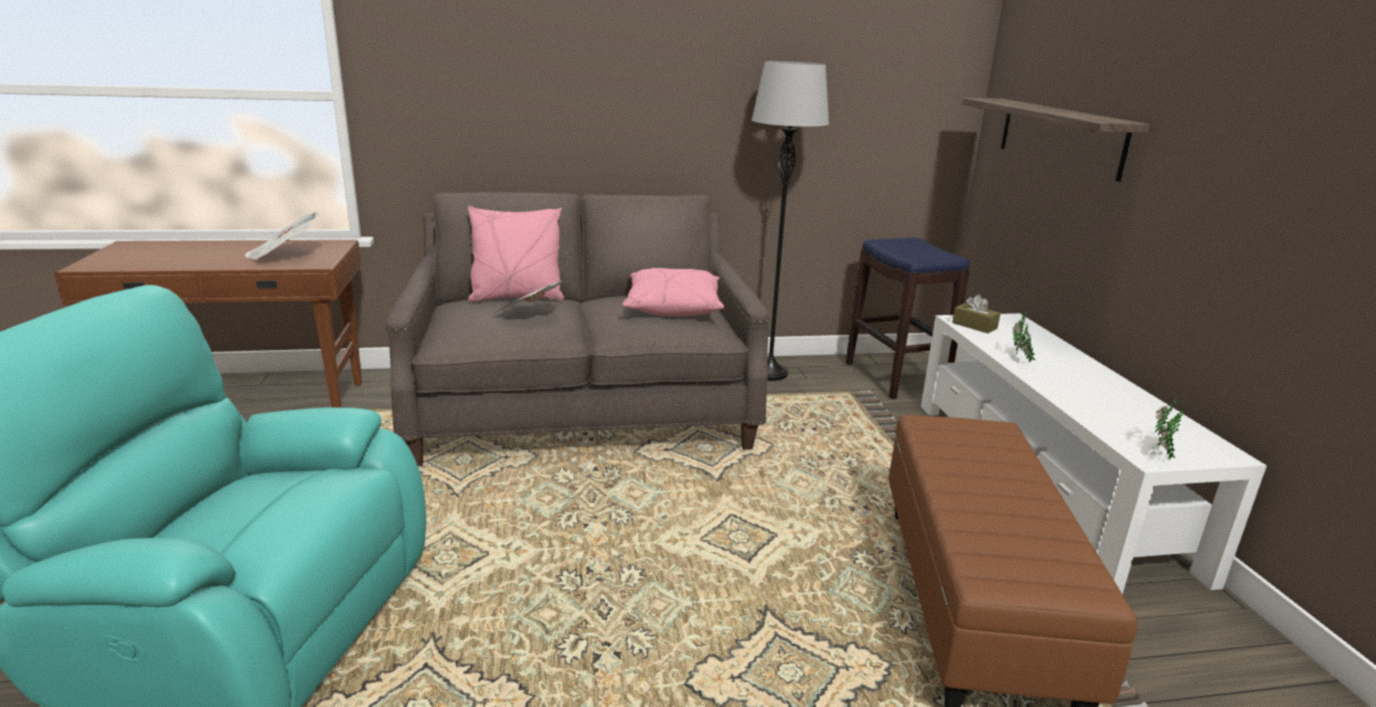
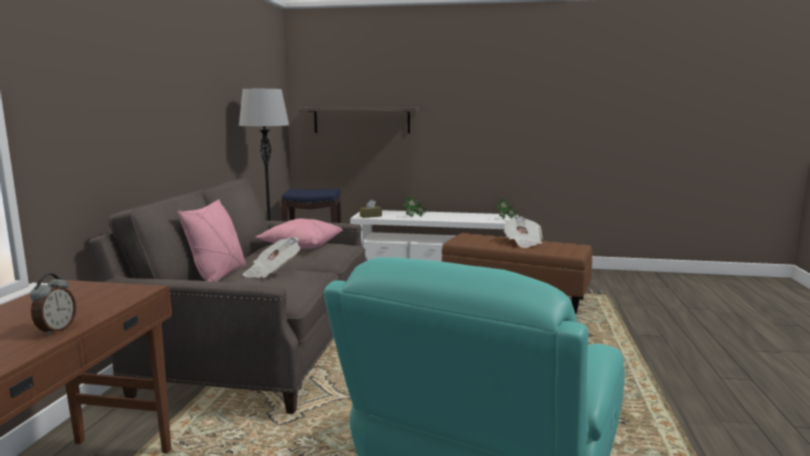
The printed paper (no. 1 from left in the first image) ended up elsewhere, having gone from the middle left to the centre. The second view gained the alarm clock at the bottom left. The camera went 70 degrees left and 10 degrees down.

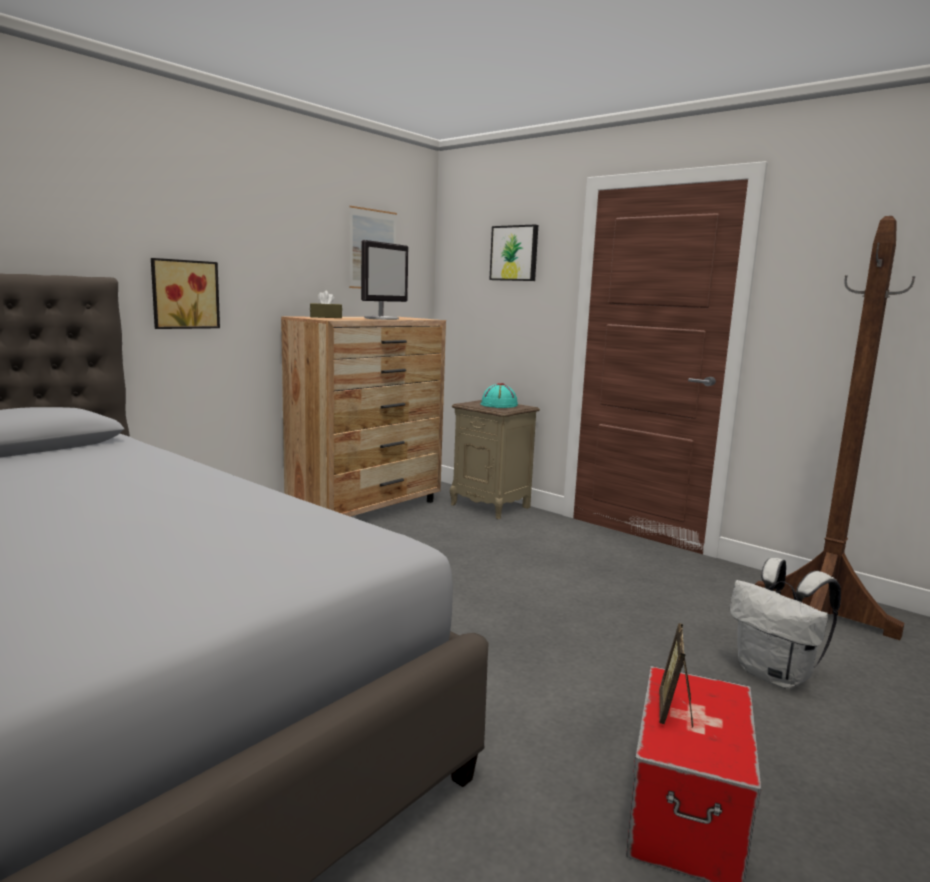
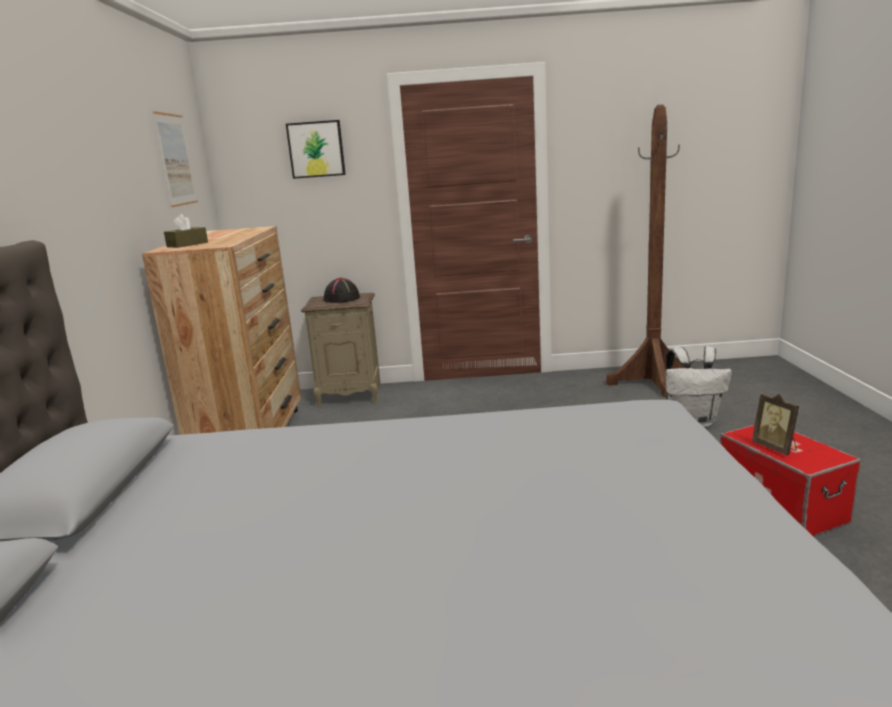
The second view lost the wall art (no. 1 from left) at the top left. The second view lost the monitor at the top centre. What was the hat/blue-green at the centre turned into the hat/black-coloured at the centre. The camera went 40 degrees left and 5 degrees up.

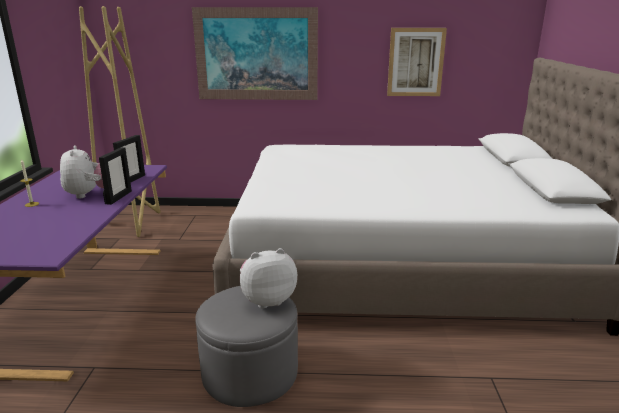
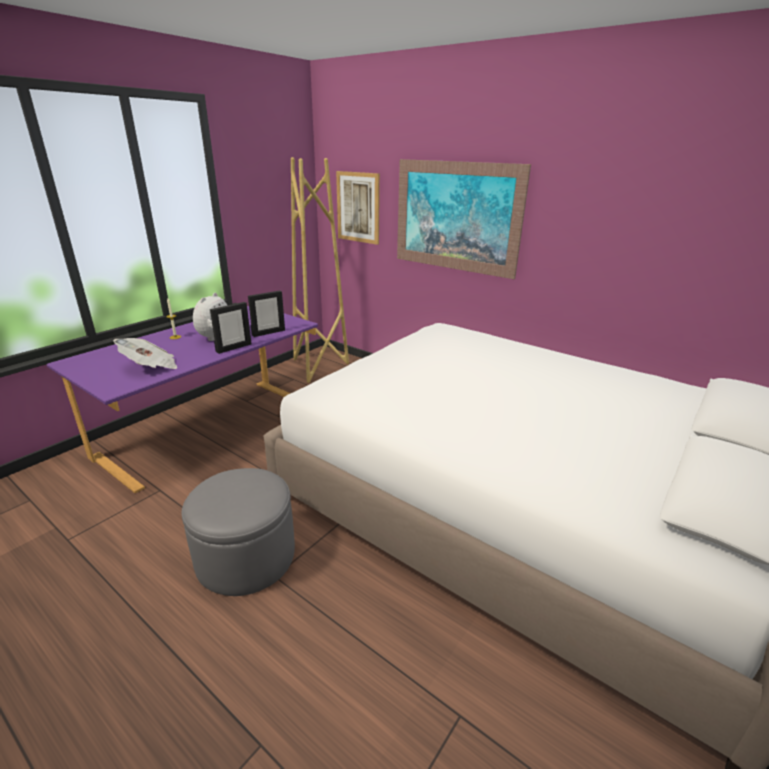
The second view lost the plush toy (no. 2 from left) at the bottom centre. The wall art (no. 2 from left in the first image) ended up elsewhere, having gone from the top right to the top centre. The second view gained the printed paper at the middle left. The camera went 35 degrees right and 5 degrees up.

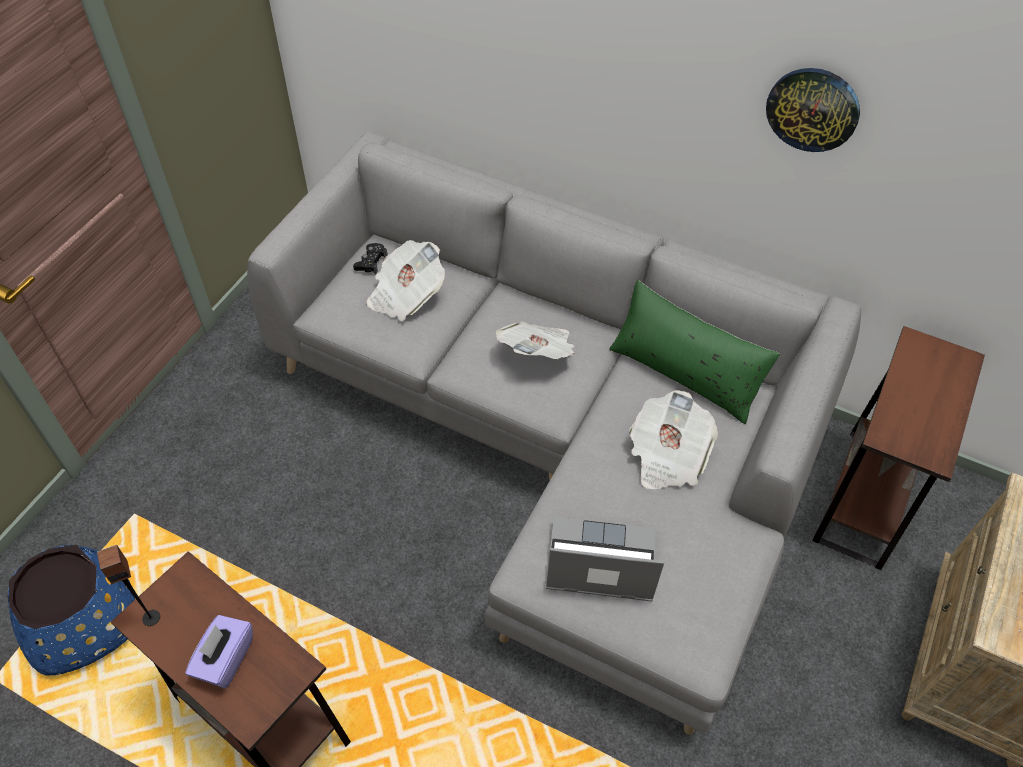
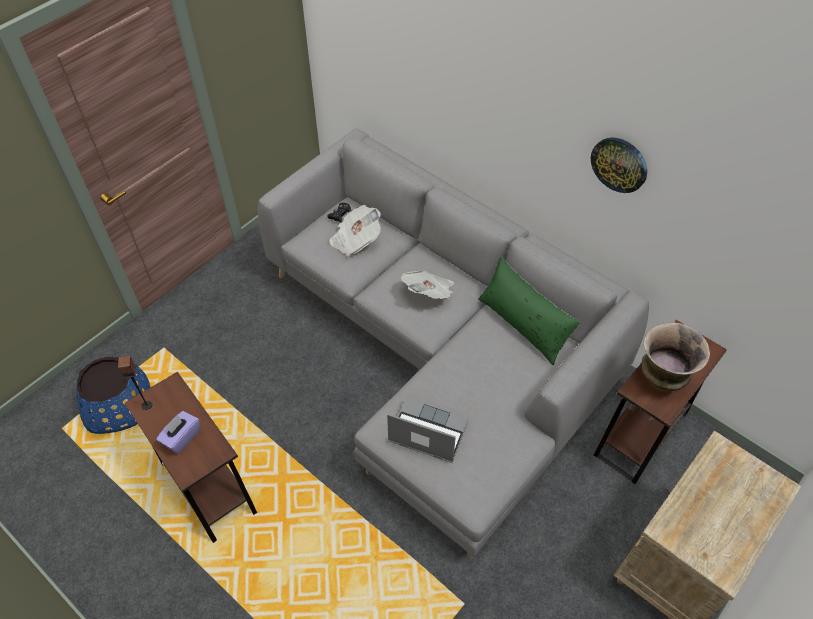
The second view lost the printed paper (no. 3 from left) at the centre. The second view gained the vase at the middle right. The camera went 15 degrees right and 0 degrees up.

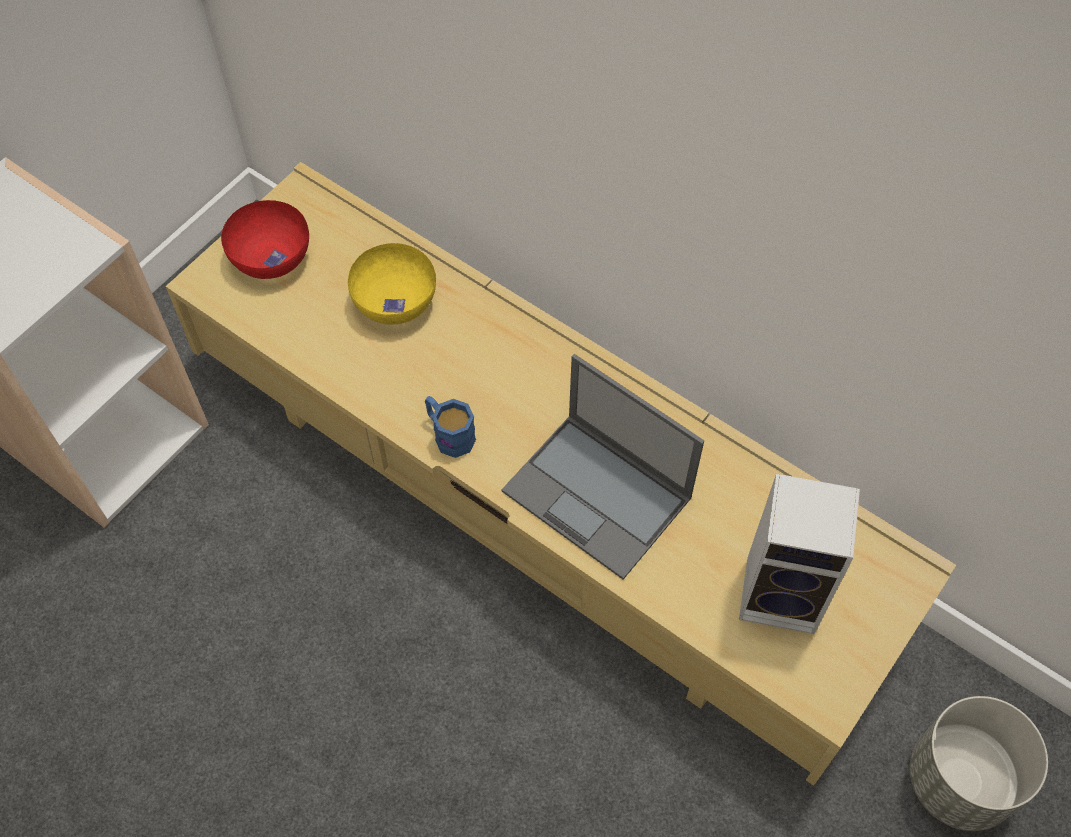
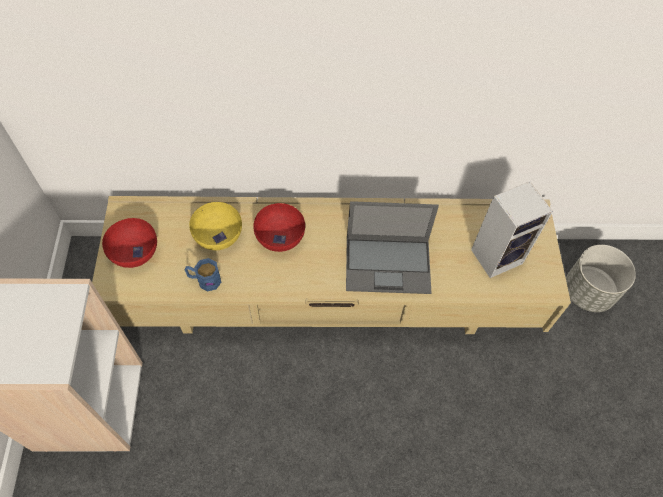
The mug/blue ended up elsewhere, having gone from the centre to the middle left. The second view gained the serving bowl/reddish (no. 2 from left) at the centre. The camera went 40 degrees left and 0 degrees up.

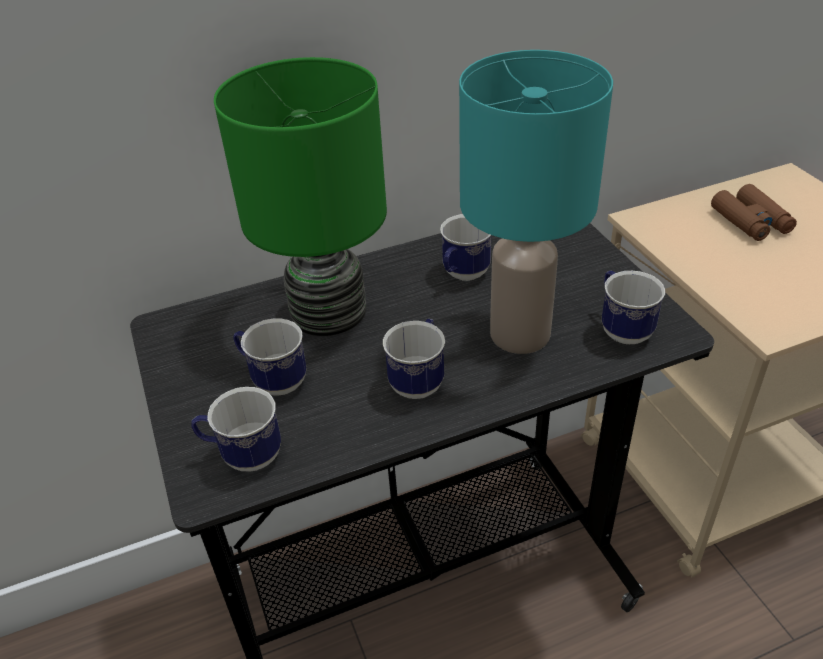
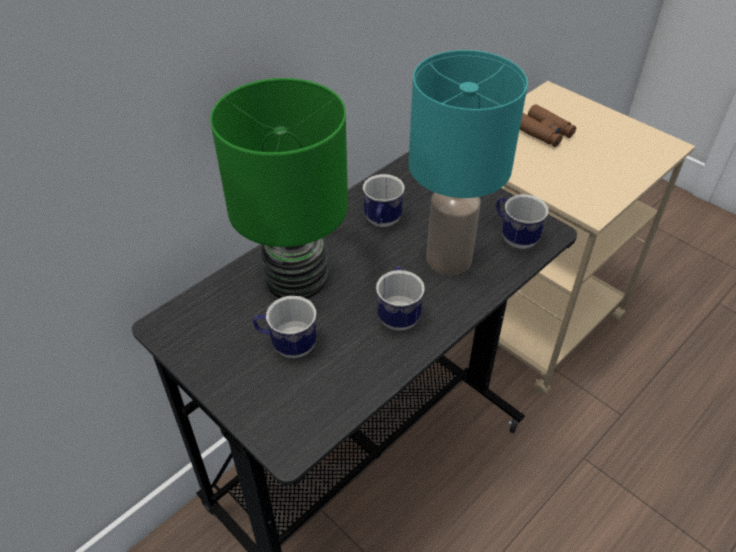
The second view lost the mug (no. 1 from left) at the middle left. The camera went 25 degrees left and 5 degrees up.

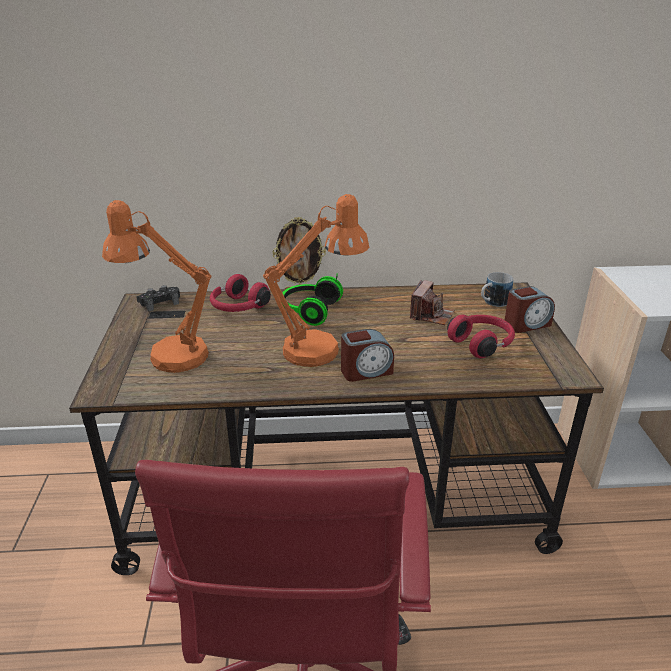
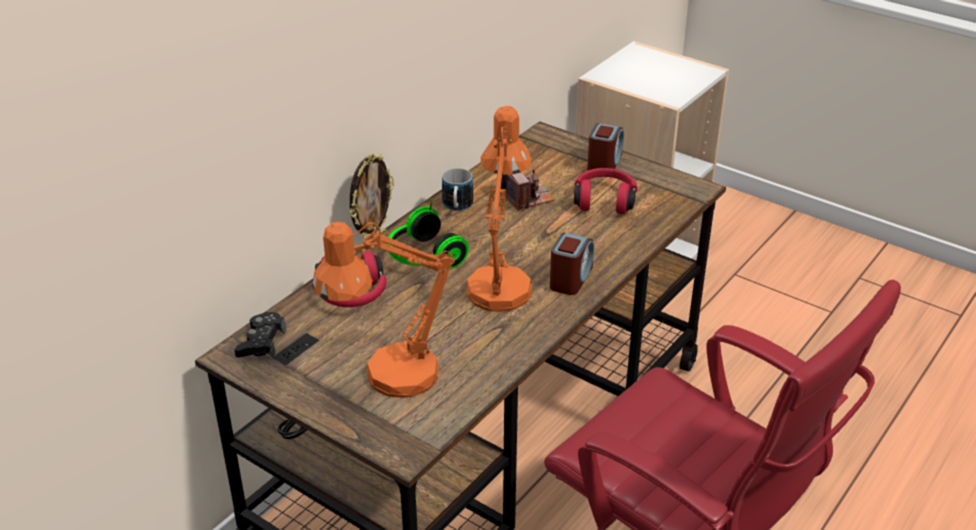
The mug ended up elsewhere, having gone from the middle right to the centre. The camera went 50 degrees left and 5 degrees up.

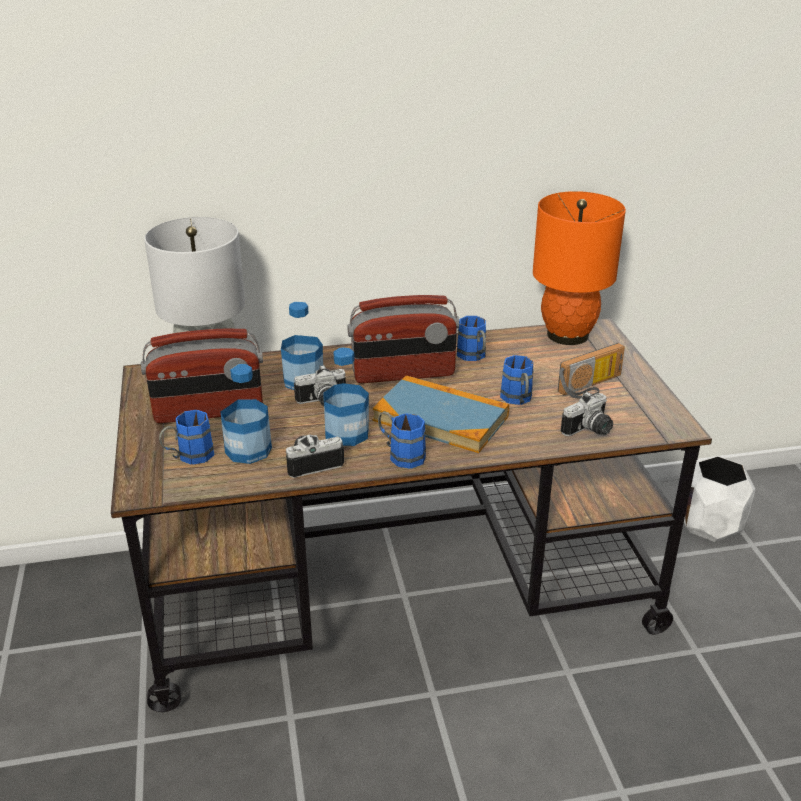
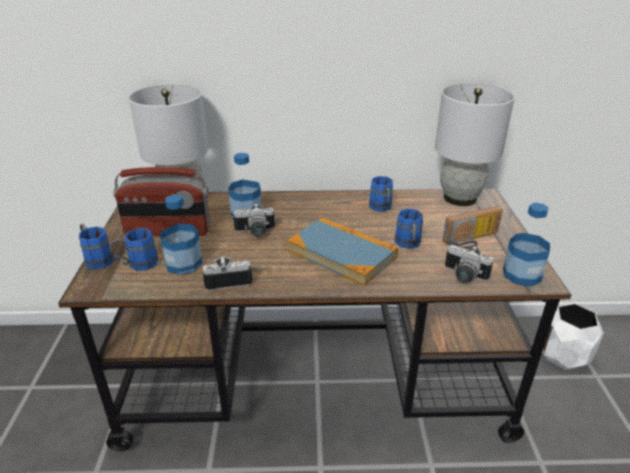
The drink bottle (no. 3 from left) ended up elsewhere, having gone from the centre to the middle right. The second view lost the radio receiver (no. 2 from left) at the centre. The mug/blue (no. 2 from left in the first image) ended up elsewhere, having gone from the centre to the middle left. What was the lamp for a table/orangey at the middle right turned into the lamp for a table/white-coloured (no. 2 from left) at the top right. The still camera (no. 3 from left) at the middle right ended up facing another way, 60 degrees clockwise from before. The camera went 10 degrees right and 0 degrees up.

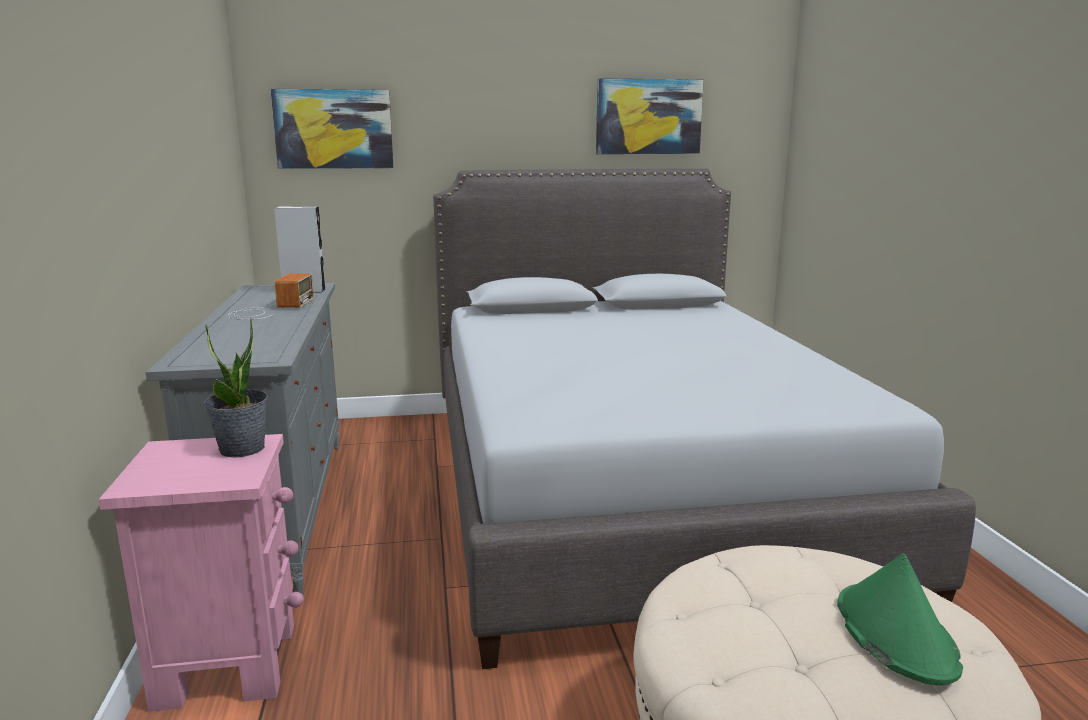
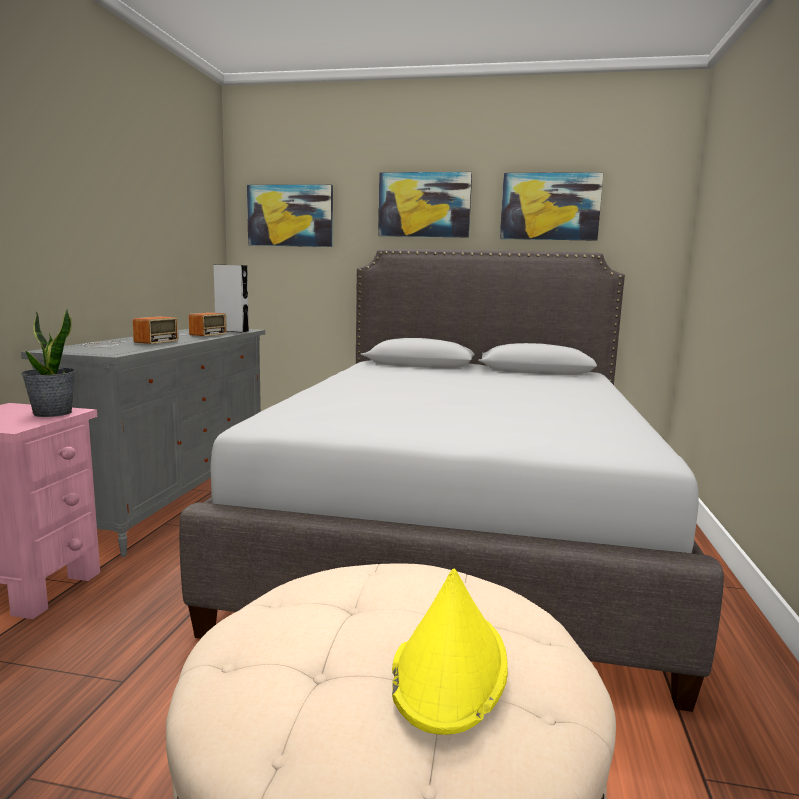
What was the hat/green-coloured at the bottom right turned into the hat/yellowish at the bottom centre. The second view gained the radio receiver (no. 1 from left) at the middle left. The second view gained the wall art (no. 2 from left) at the top centre. The camera went 20 degrees right and 5 degrees down.

